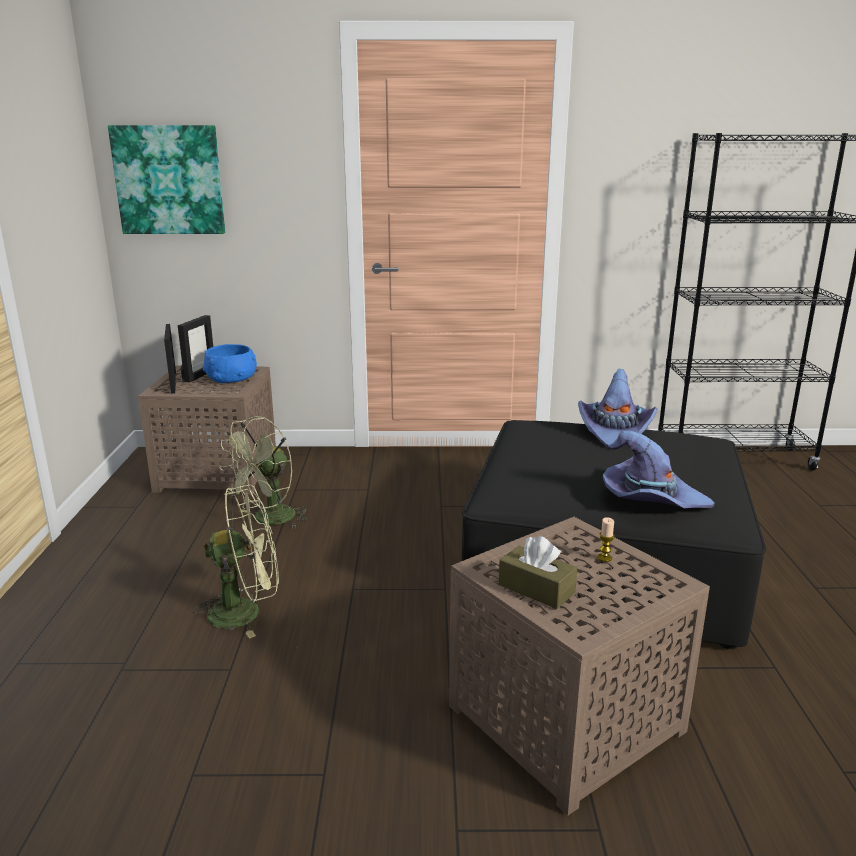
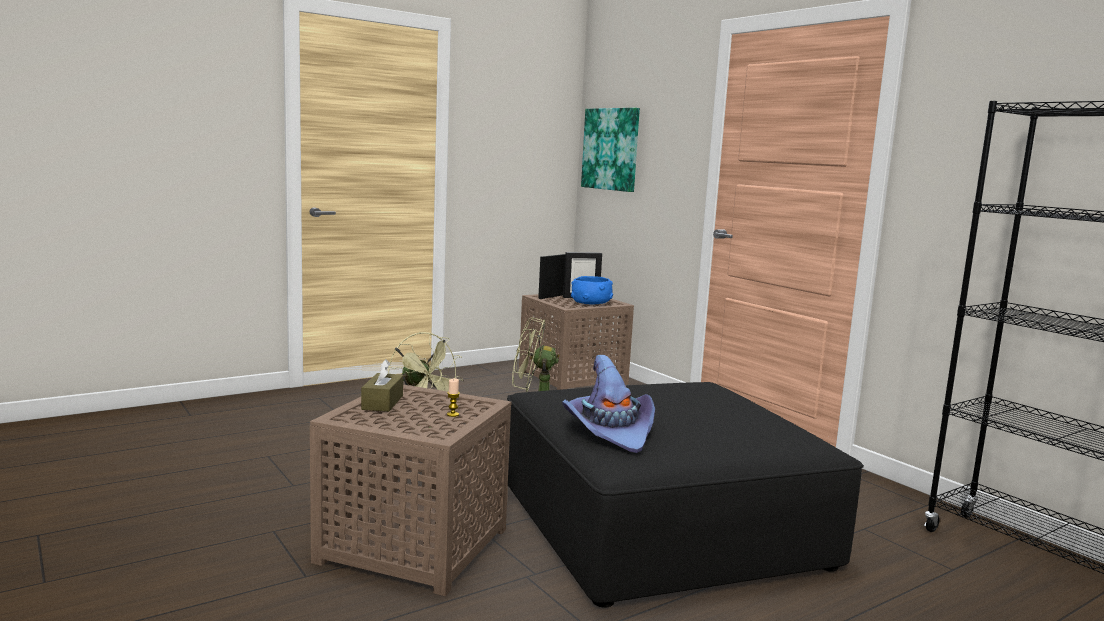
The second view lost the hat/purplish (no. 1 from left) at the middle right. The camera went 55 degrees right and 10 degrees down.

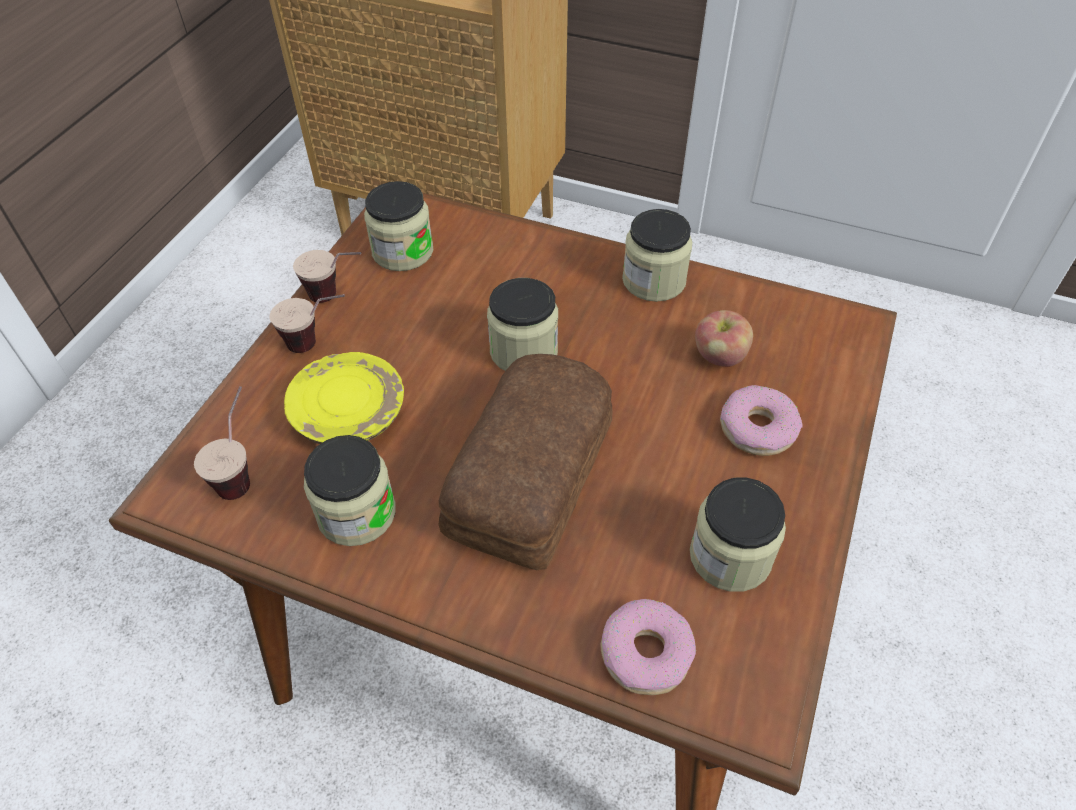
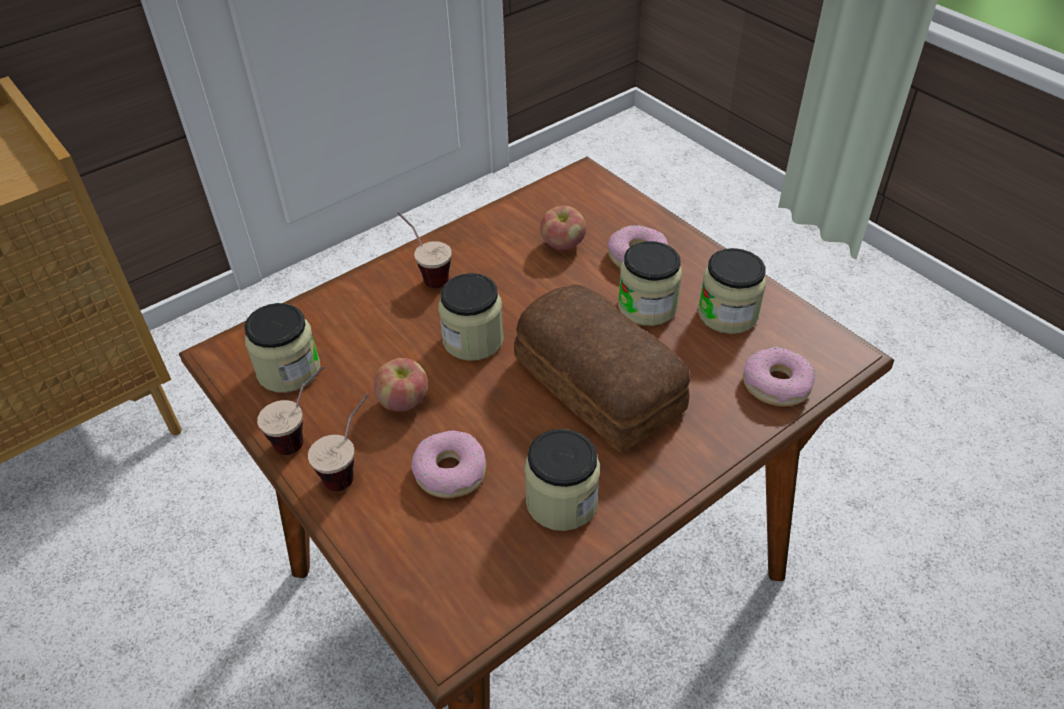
The small cup (no. 1 from left in the first image) ended up elsewhere, having gone from the middle left to the centre. Where the dinner plate/yellowish stood at the middle left, the doughnut (no. 1 from left) came to stand at the centre. The jar (no. 4 from left) ended up elsewhere, having gone from the top centre to the centre. The second view gained the apple fruit (no. 1 from left) at the centre. The camera went 60 degrees left and 5 degrees down.

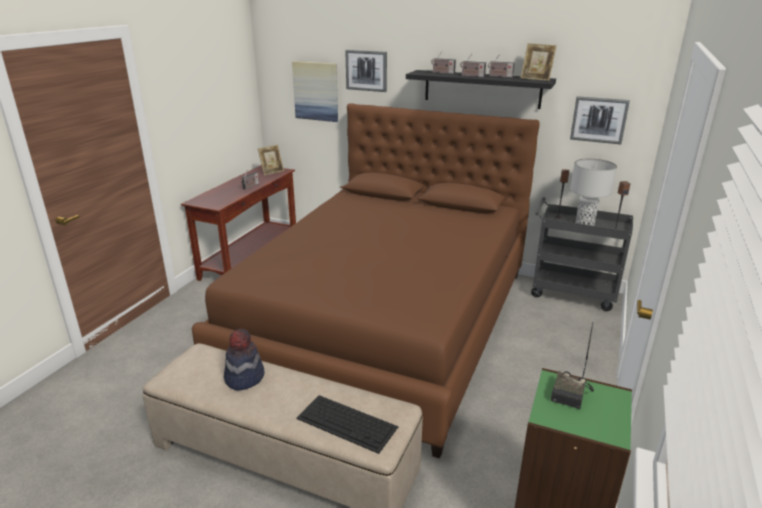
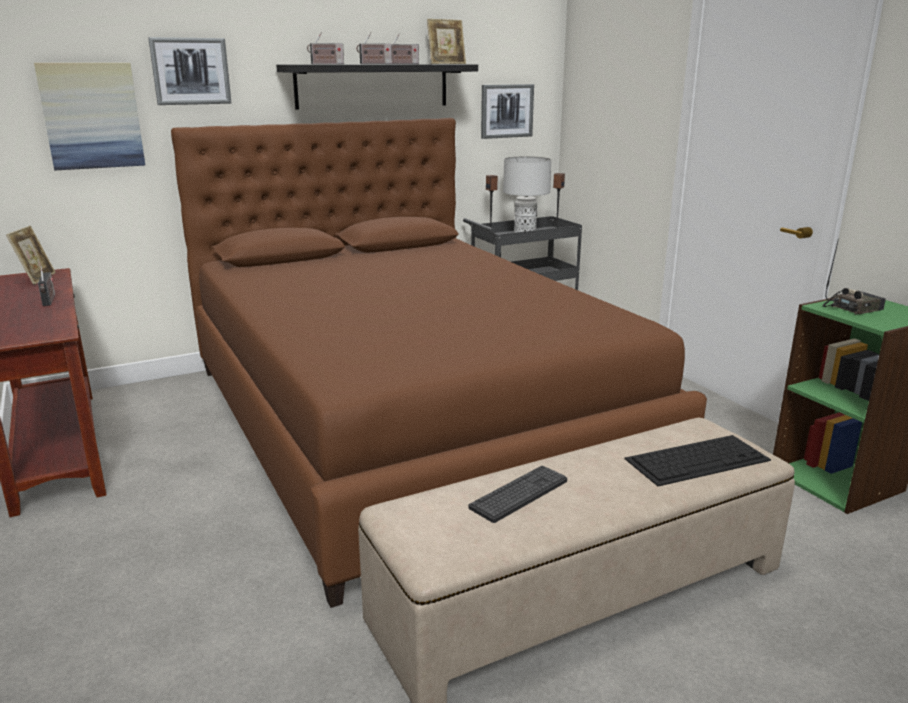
Where the hat stood at the bottom left, the PC keyboard (no. 1 from left) came to stand at the bottom centre. The radio receiver (no. 5 from left) at the bottom right ended up facing another way, 90 degrees counterclockwise from before. The camera went 50 degrees left and 5 degrees down.

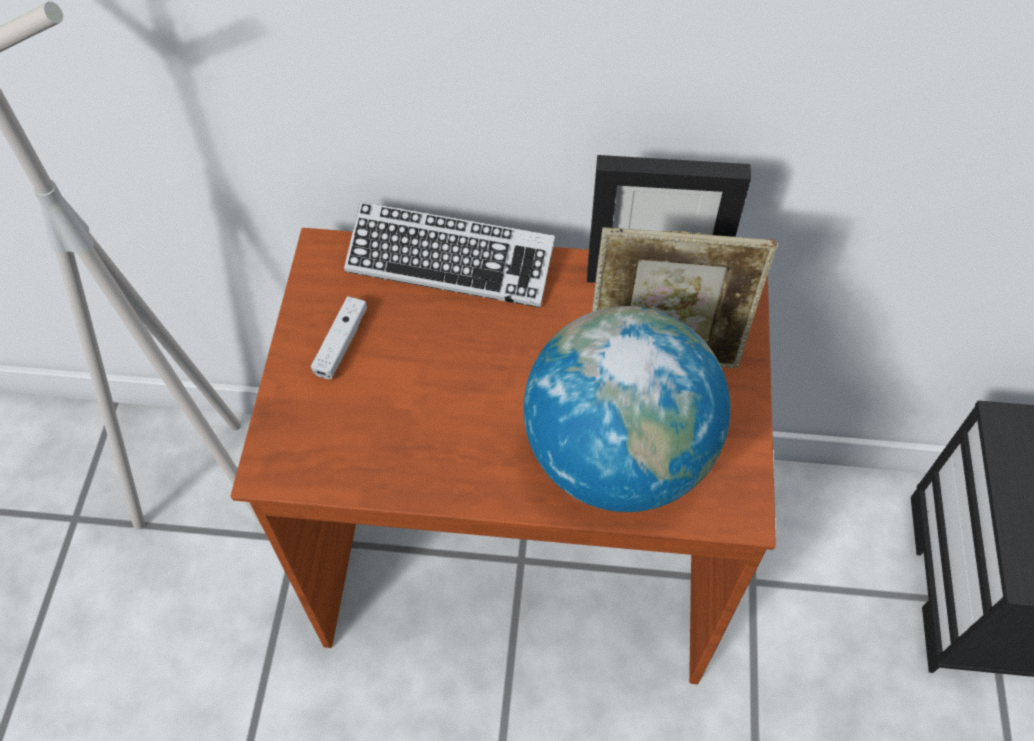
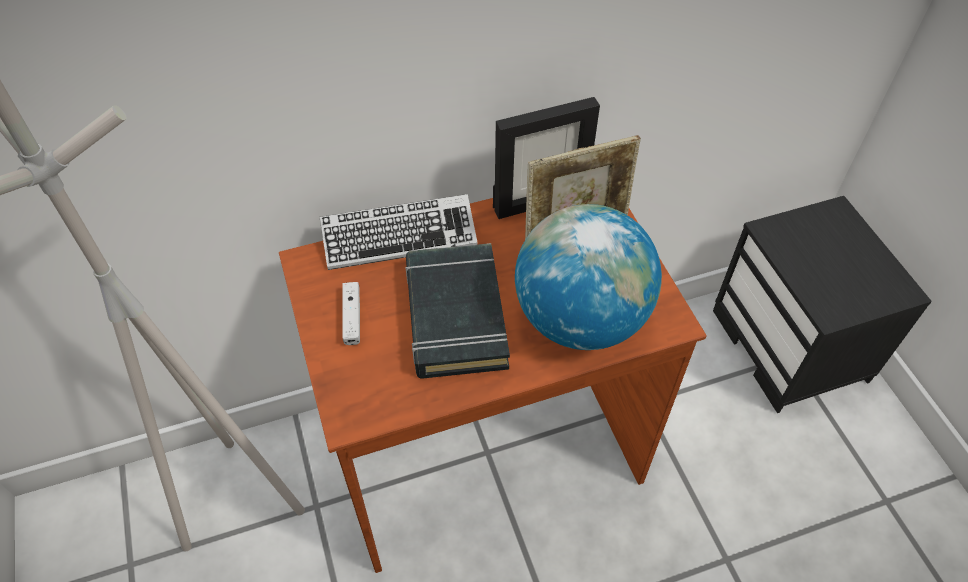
The second view gained the bound book/black-coloured at the centre. The camera went 25 degrees left and 5 degrees down.

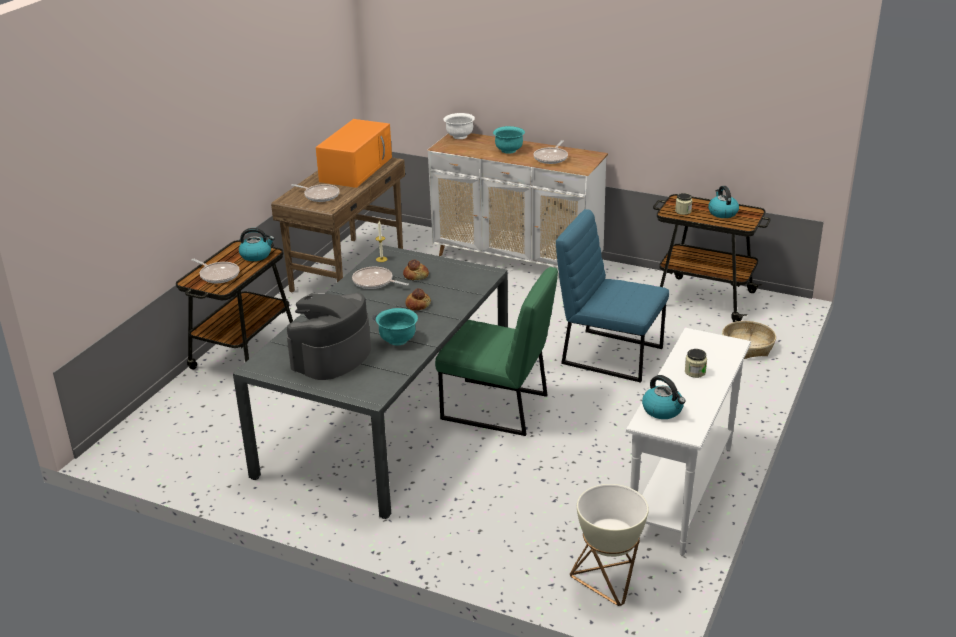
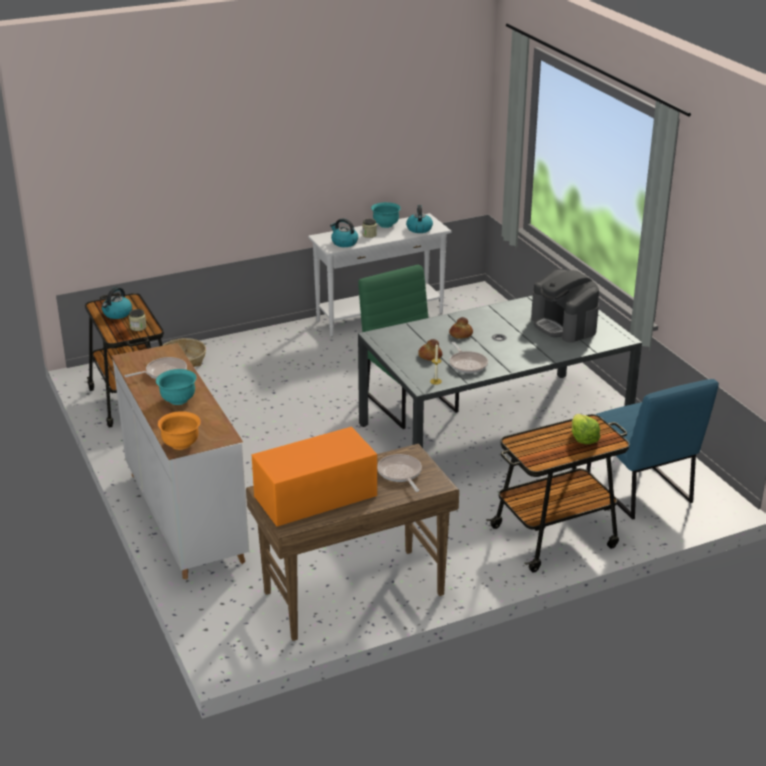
Where the frying pan (no. 1 from left) stood at the middle left, the lettuce head came to stand at the middle right. The kettle (no. 1 from left in the first image) ended up elsewhere, having gone from the middle left to the top centre. The coffee maker at the centre ended up facing another way, 75 degrees clockwise from before. The serving bowl/blue-green (no. 1 from left in the first image) ended up elsewhere, having gone from the centre to the top centre. What was the serving bowl/white-coloured at the top centre turned into the serving bowl/orangey at the middle left. The chair/blue ended up elsewhere, having gone from the centre to the middle right. The second view lost the plant pot at the bottom centre. The camera went 140 degrees left and 0 degrees up.

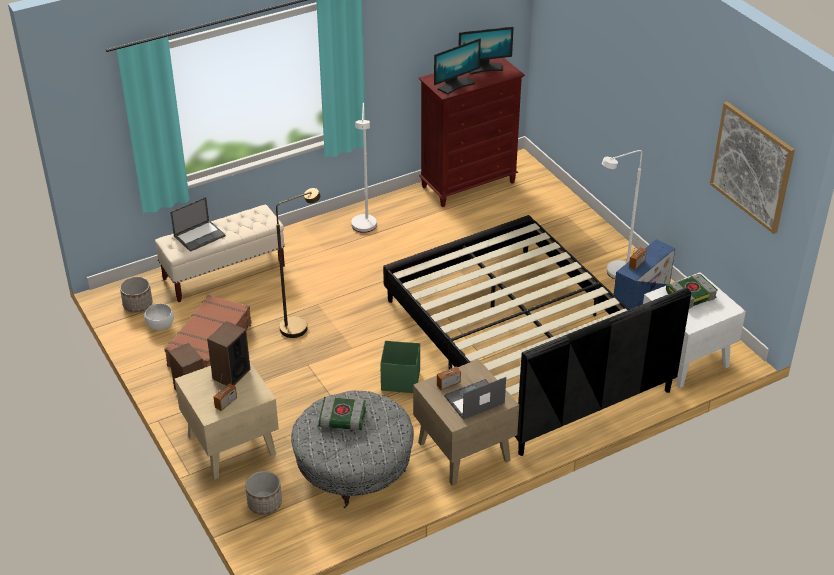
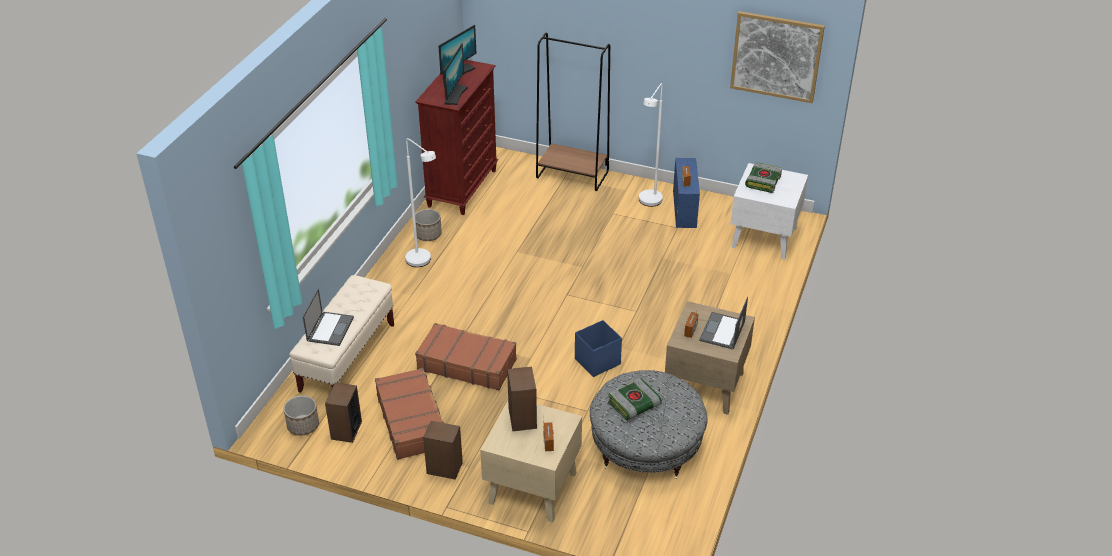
Where the serving bowl/white-coloured stood at the middle left, the loudspeaker (no. 1 from left) came to stand at the bottom left. The plant pot (no. 2 from left) ended up elsewhere, having gone from the bottom left to the centre. Where the standing lamp/brown-coloured stood at the centre, the piece of luggage/brown-coloured (no. 2 from left) came to stand at the centre. What was the storage container/green-coloured at the centre turned into the storage container/blue (no. 1 from left) at the centre. The second view lost the sleeping bed/black-coloured at the centre. The second view gained the clothes rack at the top centre. The camera went 40 degrees left and 0 degrees up.

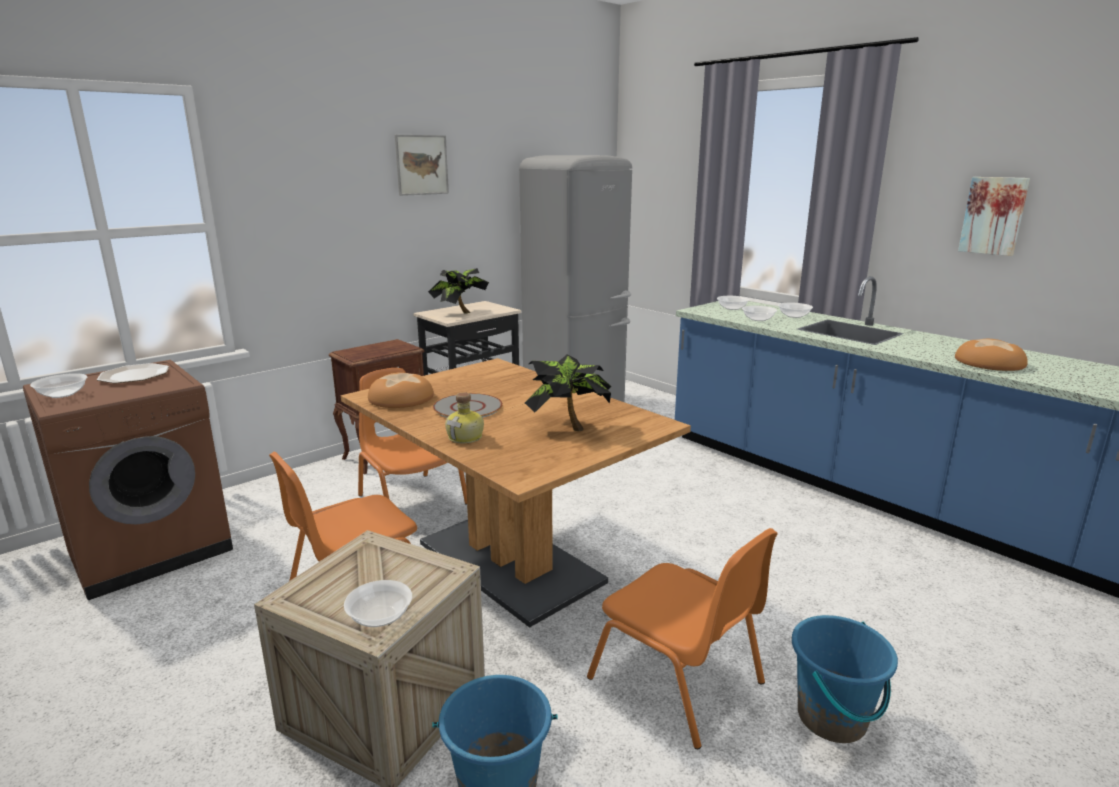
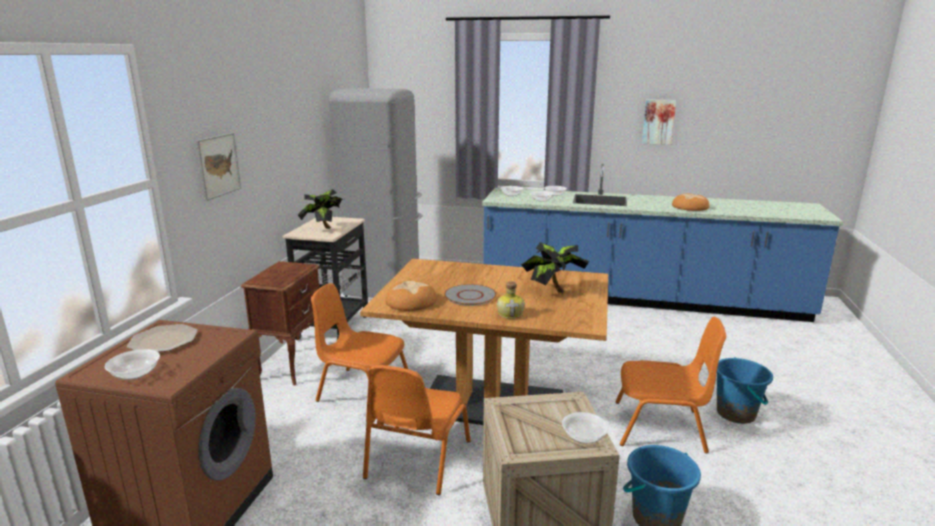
The wall art (no. 1 from left) ended up elsewhere, having gone from the top centre to the top left. The camera went 35 degrees left and 0 degrees up.

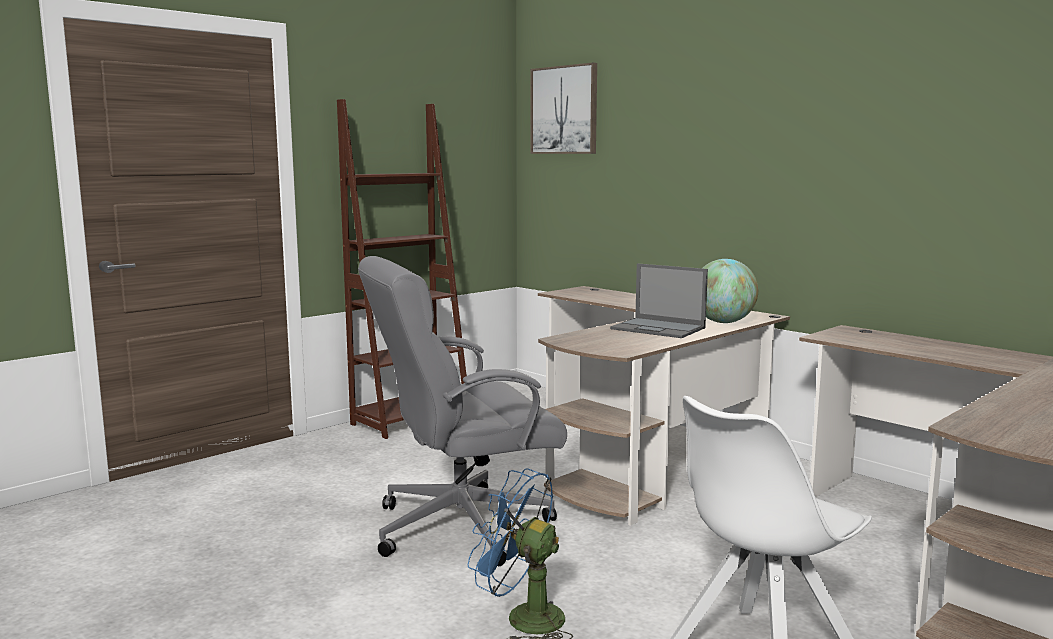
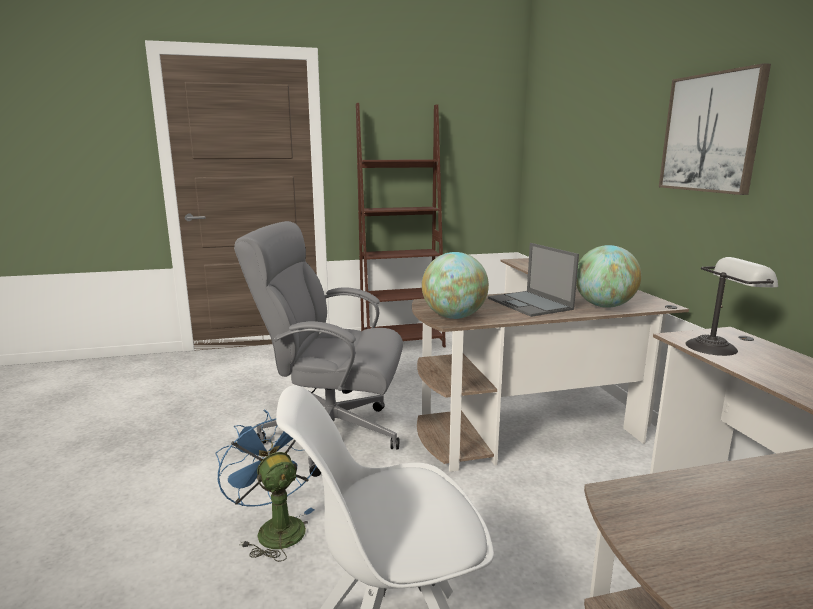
The wall art ended up elsewhere, having gone from the top centre to the top right. The second view gained the globe (no. 1 from left) at the centre. The second view gained the lamp for a table at the middle right. The camera went 30 degrees right and 5 degrees up.

